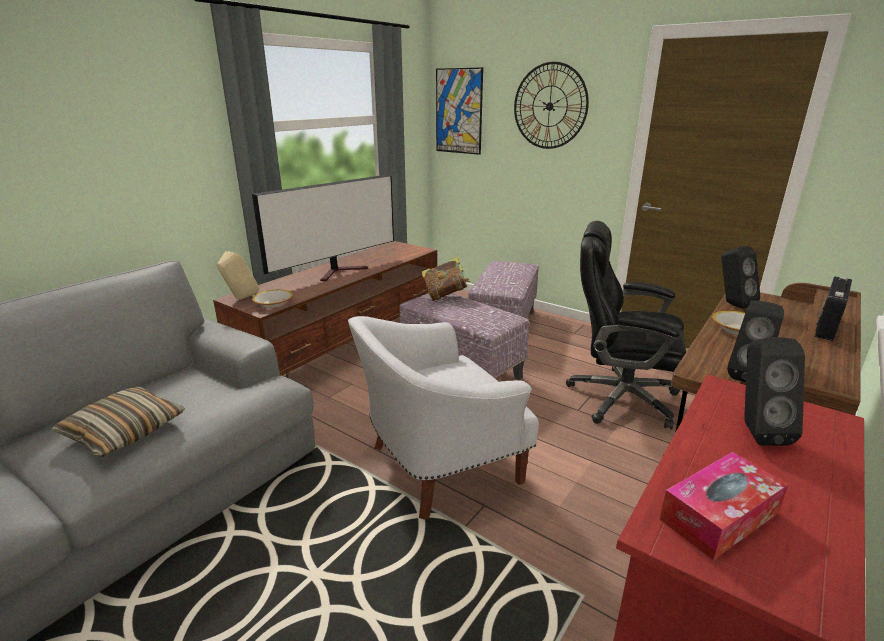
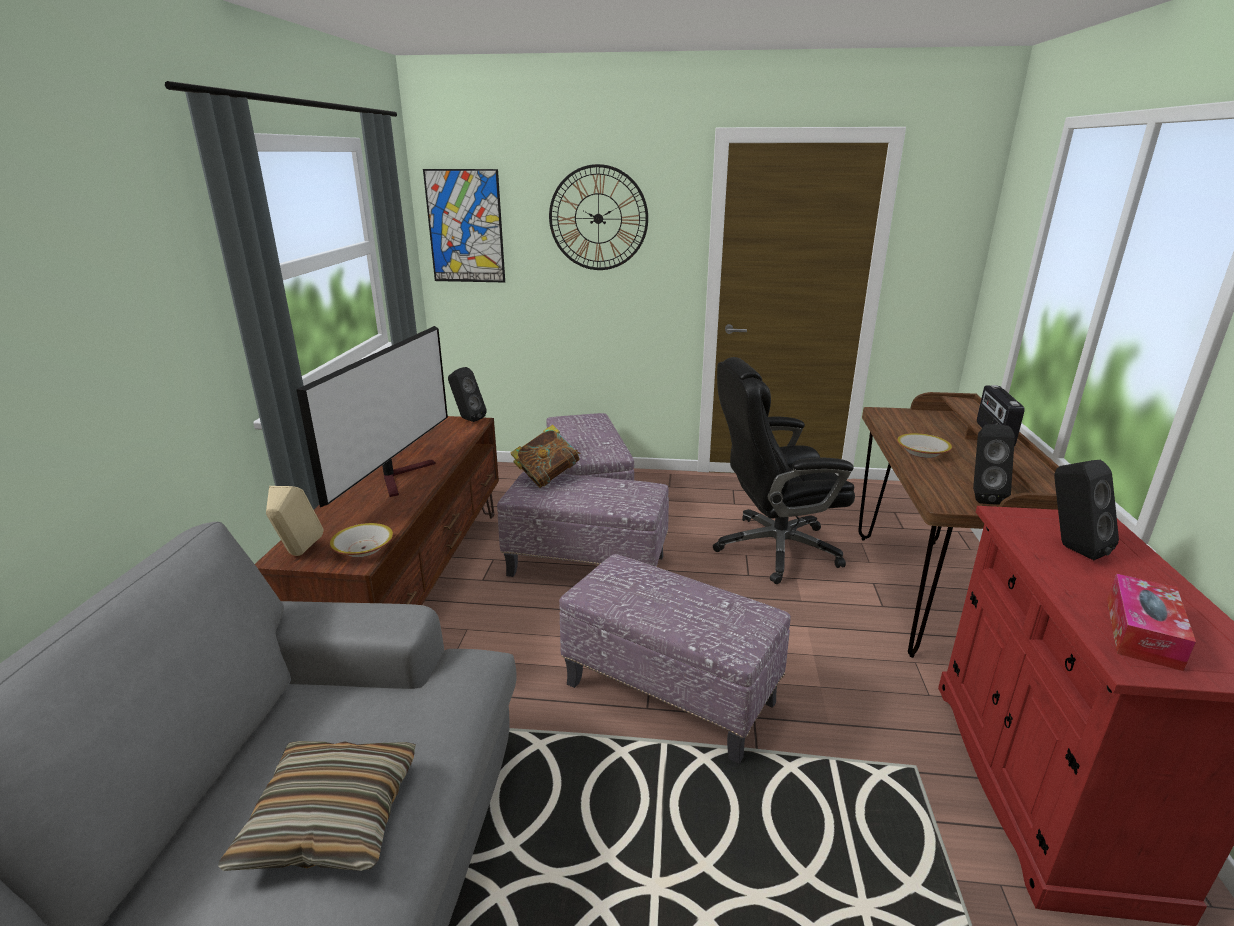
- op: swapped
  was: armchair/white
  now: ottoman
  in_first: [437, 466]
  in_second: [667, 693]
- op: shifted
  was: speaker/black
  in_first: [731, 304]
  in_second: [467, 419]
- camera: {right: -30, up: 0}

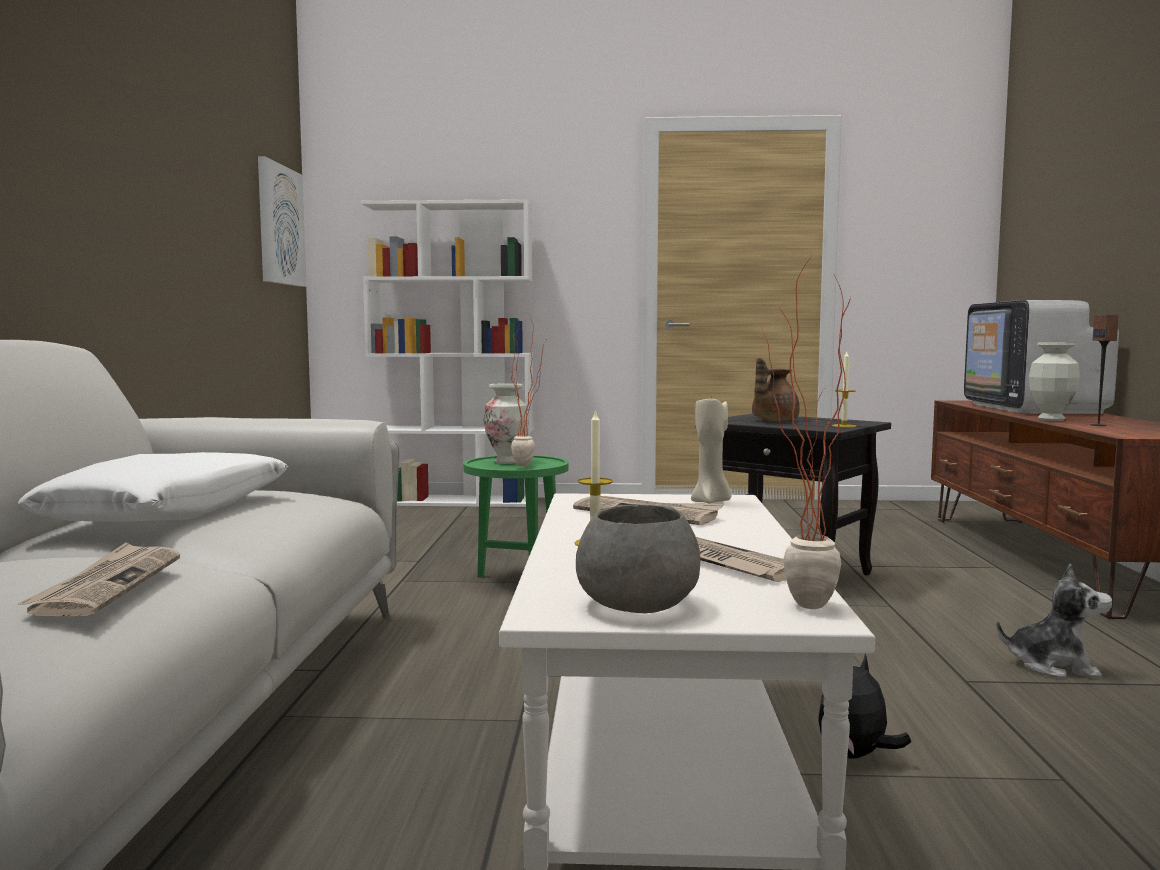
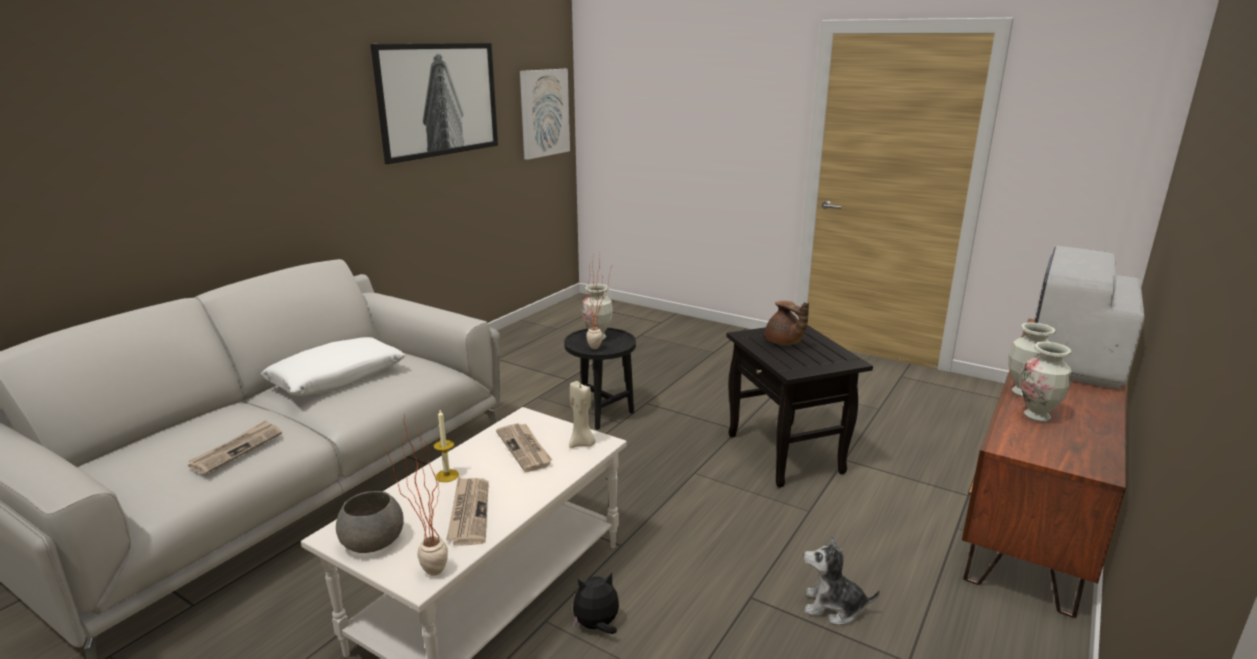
- op: gone
  was: bookcase/white
  in_first: [454, 501]
- op: repainted
  was: side table/green
  now: side table/black
  in_first: [517, 579]
  in_second: [601, 413]
- op: rotated
  was: teapot/brown
  in_first: [773, 420]
  in_second: [784, 343]
  clockwise: -105
- op: gone
  was: candle
  in_first: [844, 426]
- op: rotated
  was: plush toy
  in_first: [1053, 666]
  in_second: [833, 608]
  clockwise: 150
- op: swapped
  was: speaker
  now: vase
  in_first: [1098, 425]
  in_second: [1037, 416]
- op: new
  now: picture
  in_second: [439, 100]
- camera: {right: 30, up: 15}

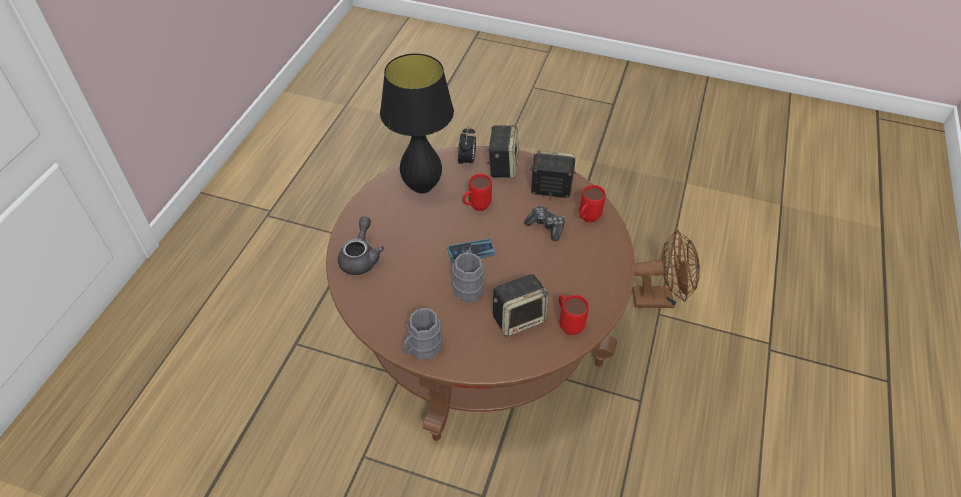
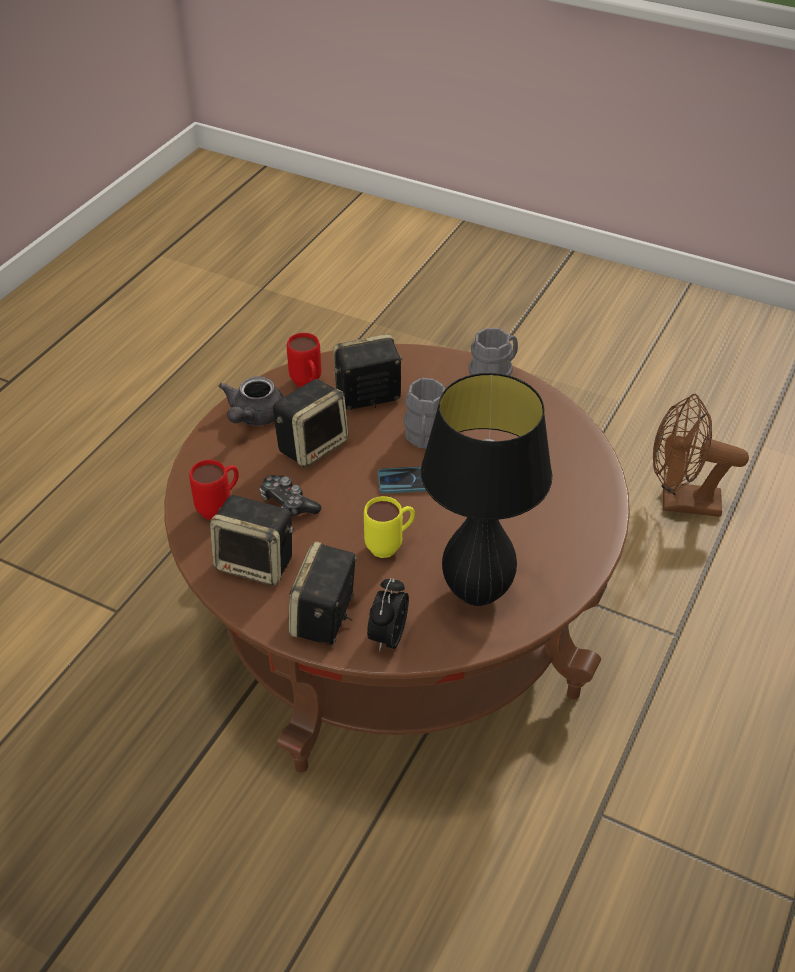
- op: shifted
  was: teapot/grey
  in_first: [361, 257]
  in_second: [253, 417]
- op: repainted
  was: mug/red
  now: mug/yellow
  in_first: [476, 207]
  in_second: [390, 546]
- op: shifted
  was: fan/brown
  in_first: [659, 298]
  in_second: [680, 502]
- op: new
  now: speaker
  in_second: [312, 445]
- camera: {right: -170, up: -5}

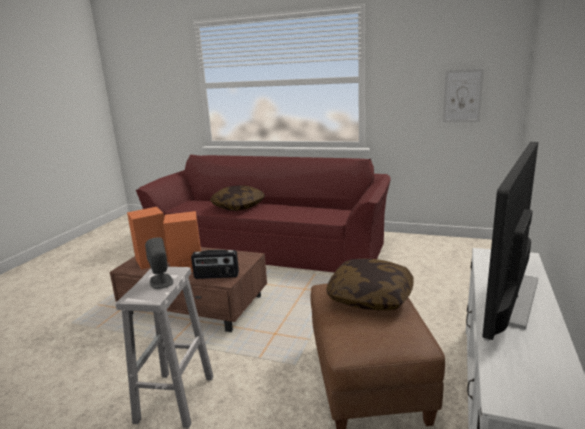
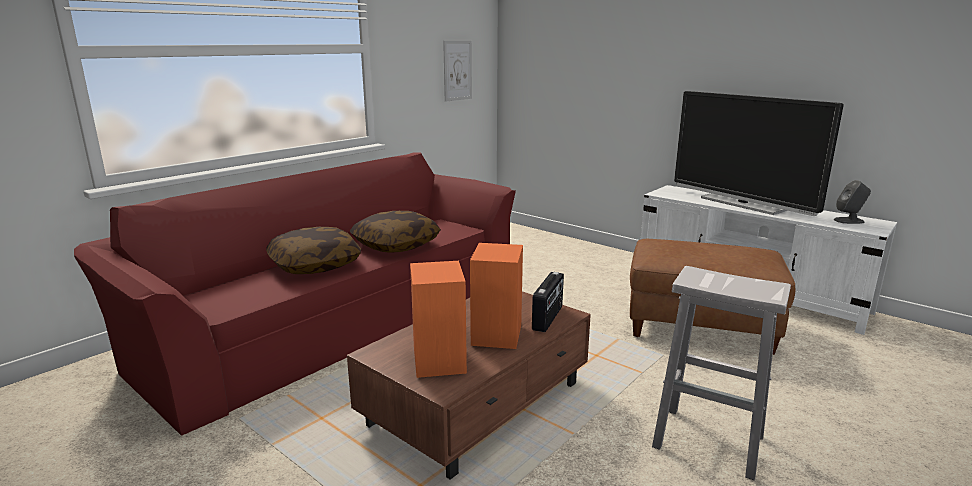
- op: shifted
  was: speaker/grey
  in_first: [161, 281]
  in_second: [849, 221]
- op: shifted
  was: pillow
  in_first: [370, 297]
  in_second: [396, 245]
- camera: {right: -70, up: 0}

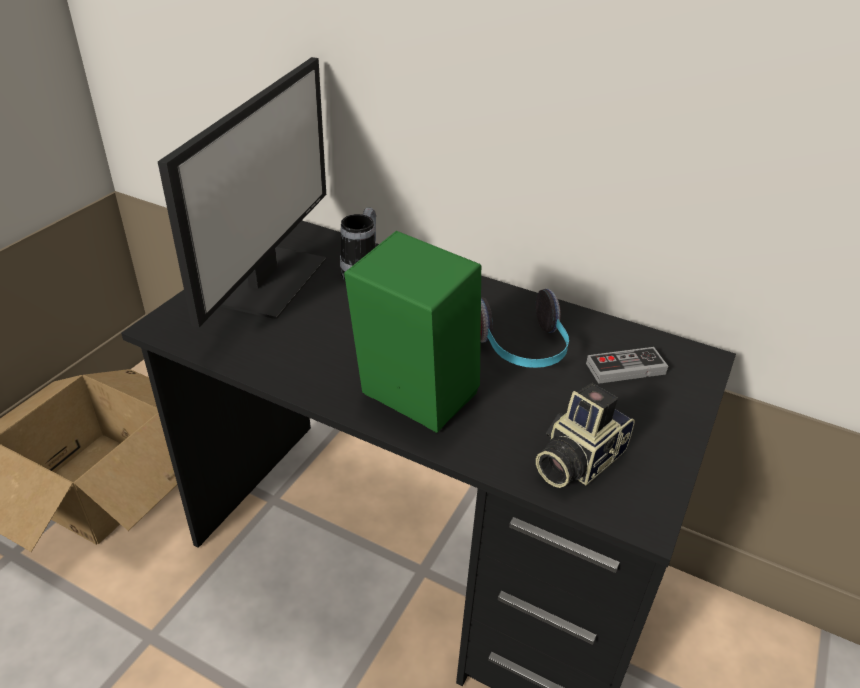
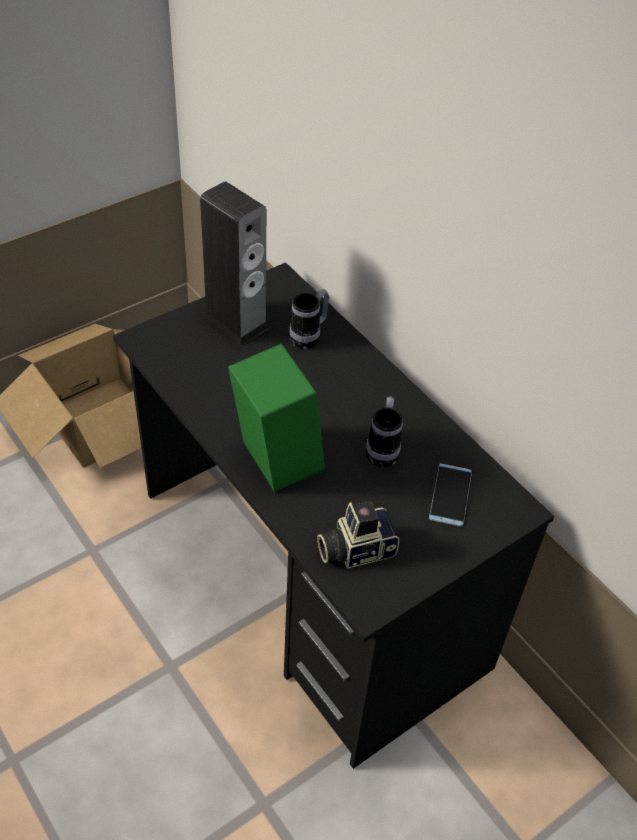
- op: swapped
  was: monitor
  now: speaker
  in_first: [269, 279]
  in_second: [235, 321]
- op: swapped
  was: headphones
  now: mug
  in_first: [522, 349]
  in_second: [383, 449]
- op: swapped
  was: game controller
  now: phone
  in_first: [625, 368]
  in_second: [450, 495]
- camera: {right: 25, up: 10}

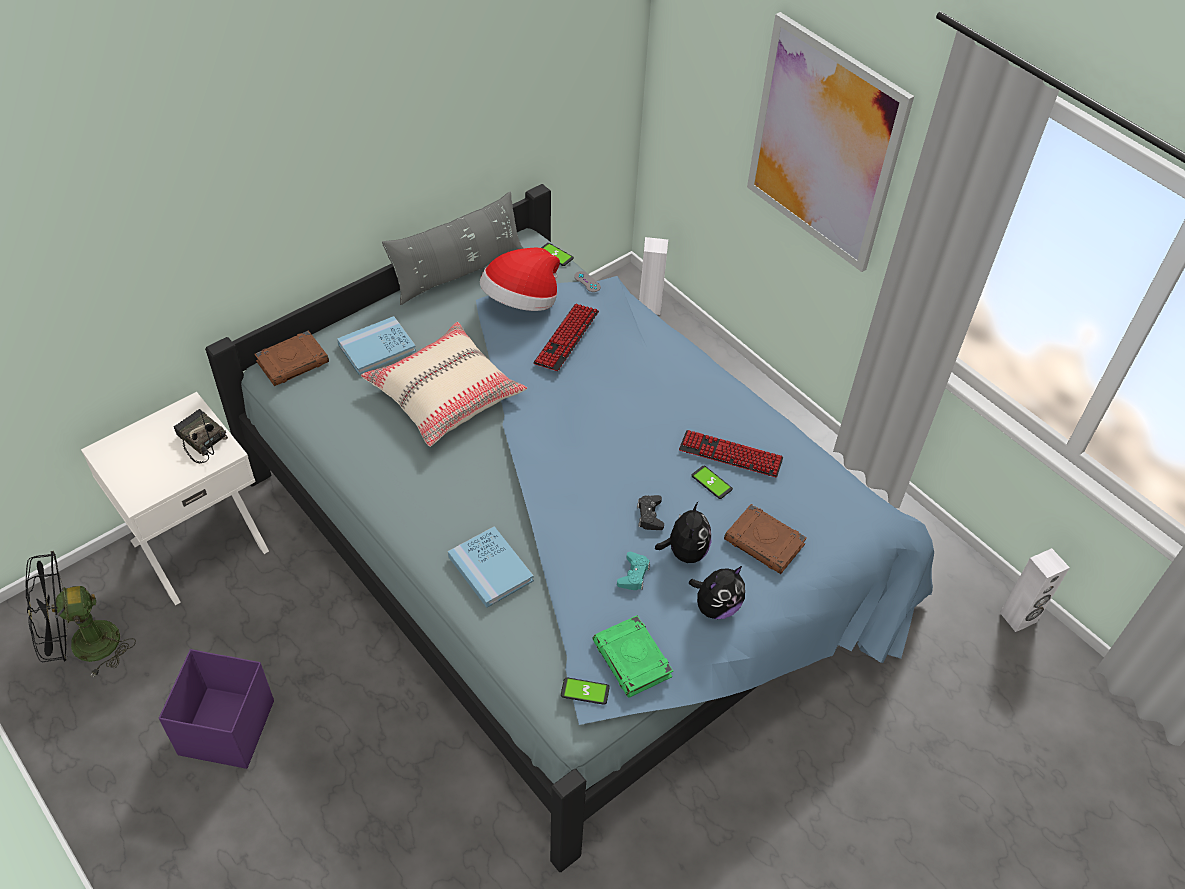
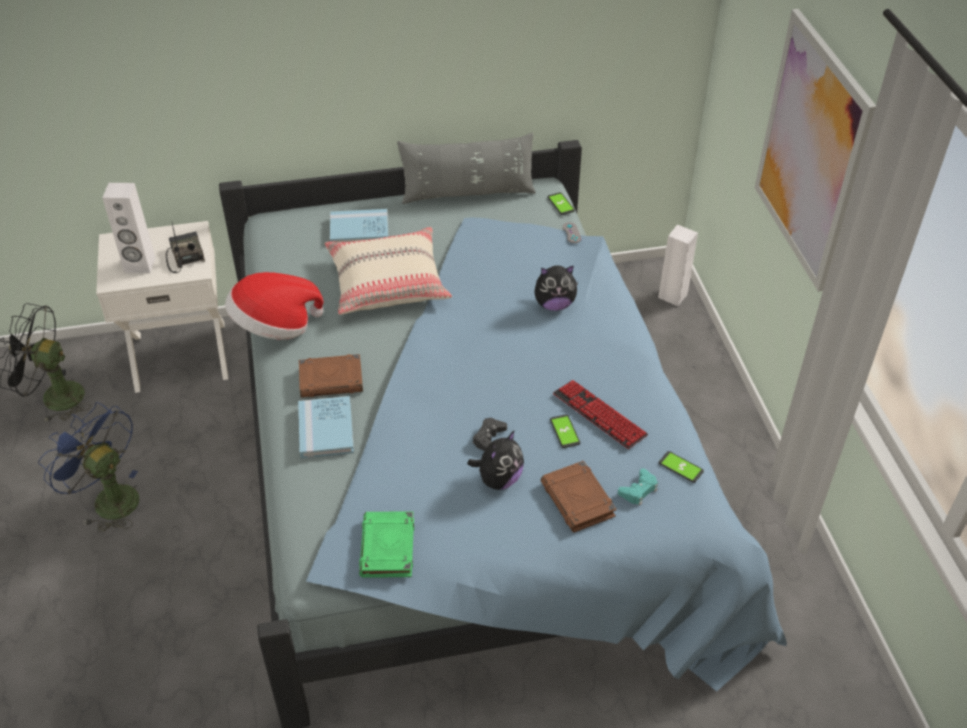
- op: swapped
  was: storage box/purple
  now: fan/blue
  in_first: [225, 729]
  in_second: [108, 498]
- op: shifted
  was: book/brown
  in_first: [293, 362]
  in_second: [332, 380]
- op: shifted
  was: hat
  in_first: [521, 302]
  in_second: [275, 326]
- op: gone
  was: keyboard
  in_first: [566, 338]
- op: shifted
  was: phone
  in_first: [585, 691]
  in_second: [680, 467]
- op: shifted
  was: game controller/turquoise
  in_first: [633, 575]
  in_second: [638, 490]
- op: shifted
  was: plush toy
  in_first: [716, 606]
  in_second: [554, 304]
- op: shifted
  was: speaker/white
  in_first: [1018, 617]
  in_second: [140, 265]
- camera: {right: 30, up: -5}

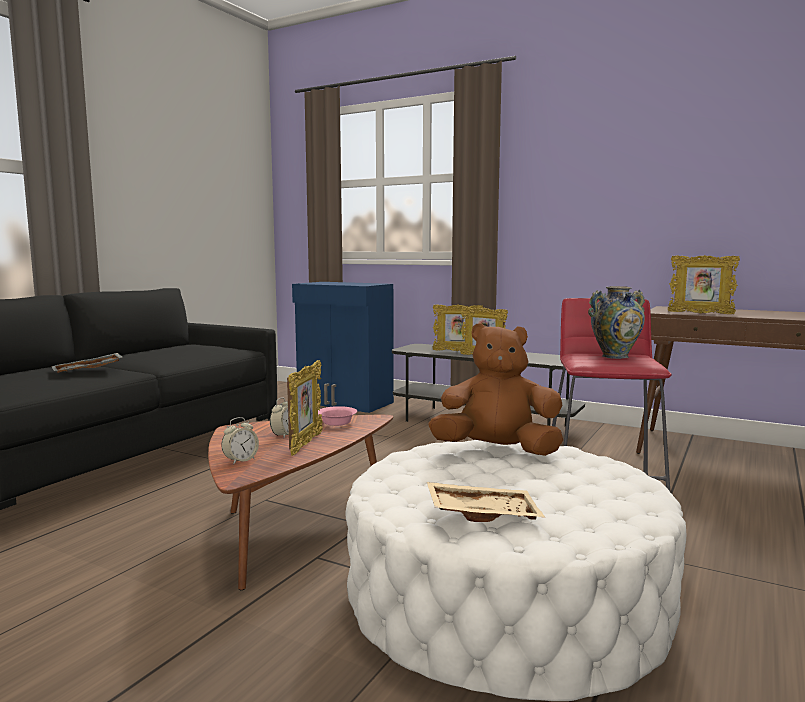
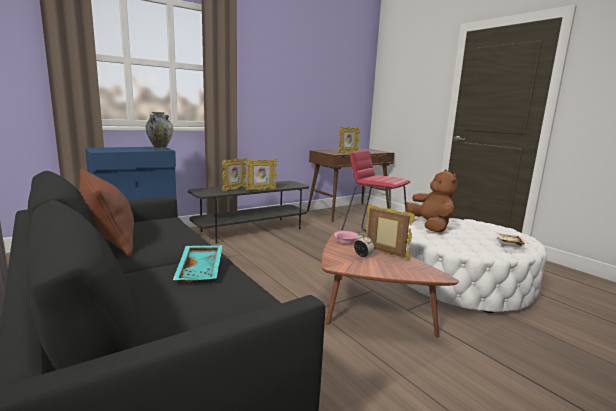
- op: repainted
  was: tray/grey
  now: tray/turquoise
  in_first: [88, 371]
  in_second: [201, 270]
- op: gone
  was: alarm clock
  in_first: [240, 460]
- op: rotated
  was: plush toy/brown
  in_first: [497, 451]
  in_second: [430, 226]
  clockwise: 135
- op: shifted
  was: vase
  in_first: [615, 356]
  in_second: [160, 148]
- op: new
  now: pillow/brown
  in_second: [108, 237]
- camera: {right: -65, up: 5}

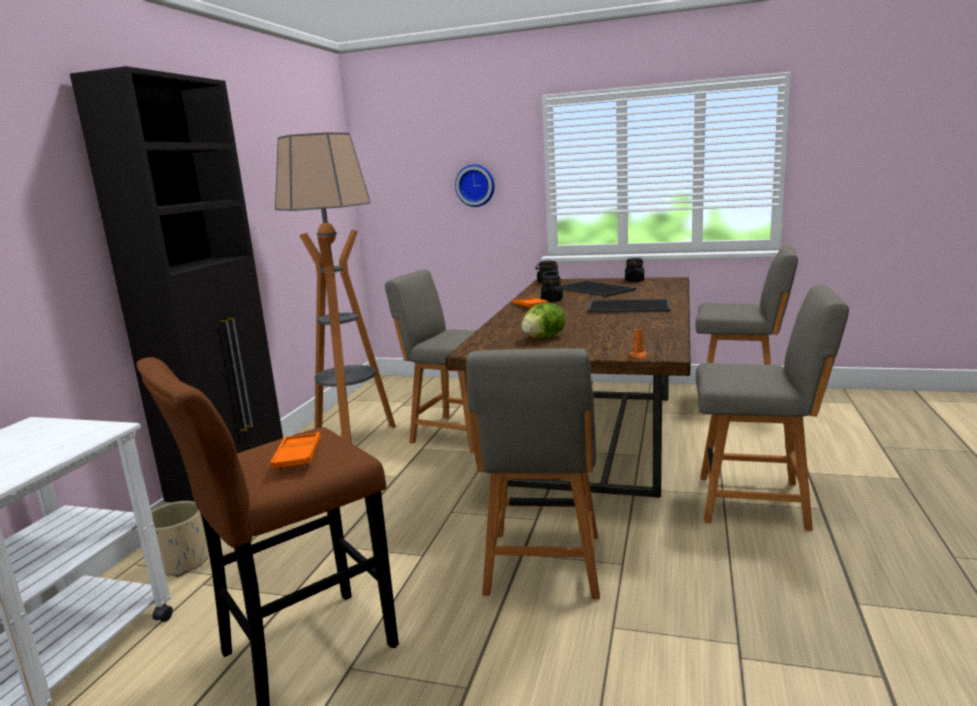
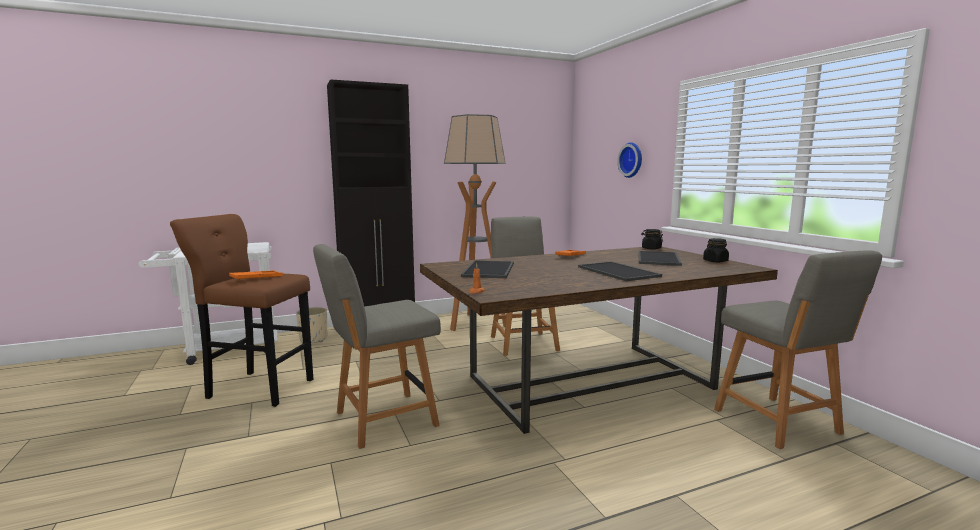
- op: swapped
  was: lettuce
  now: tray
  in_first: [543, 338]
  in_second: [490, 270]
- op: gone
  was: jar/black
  in_first: [552, 300]
- op: gone
  was: chair/grey
  in_first: [757, 502]
- camera: {right: 50, up: -5}

